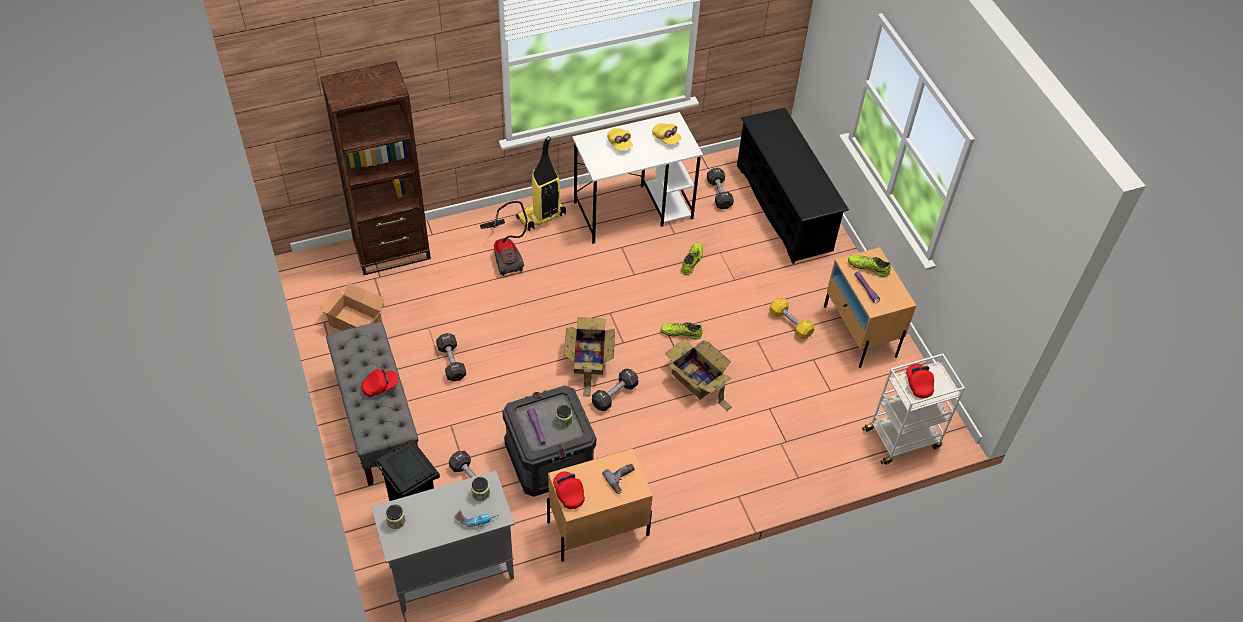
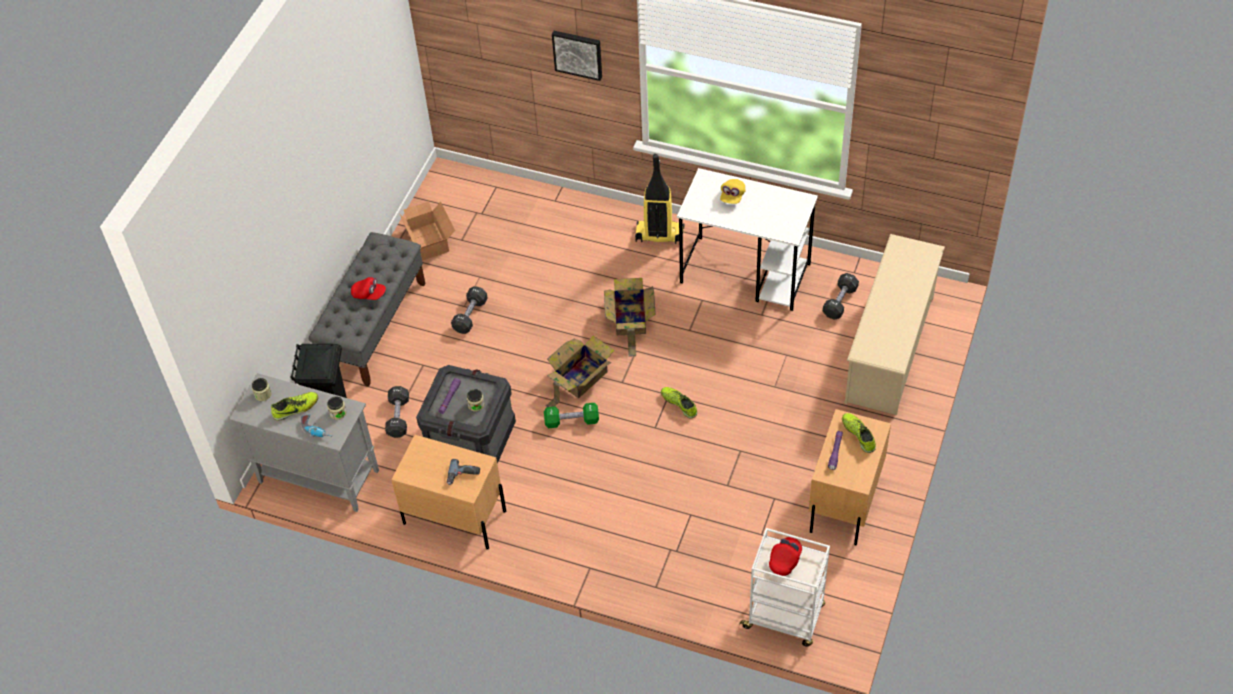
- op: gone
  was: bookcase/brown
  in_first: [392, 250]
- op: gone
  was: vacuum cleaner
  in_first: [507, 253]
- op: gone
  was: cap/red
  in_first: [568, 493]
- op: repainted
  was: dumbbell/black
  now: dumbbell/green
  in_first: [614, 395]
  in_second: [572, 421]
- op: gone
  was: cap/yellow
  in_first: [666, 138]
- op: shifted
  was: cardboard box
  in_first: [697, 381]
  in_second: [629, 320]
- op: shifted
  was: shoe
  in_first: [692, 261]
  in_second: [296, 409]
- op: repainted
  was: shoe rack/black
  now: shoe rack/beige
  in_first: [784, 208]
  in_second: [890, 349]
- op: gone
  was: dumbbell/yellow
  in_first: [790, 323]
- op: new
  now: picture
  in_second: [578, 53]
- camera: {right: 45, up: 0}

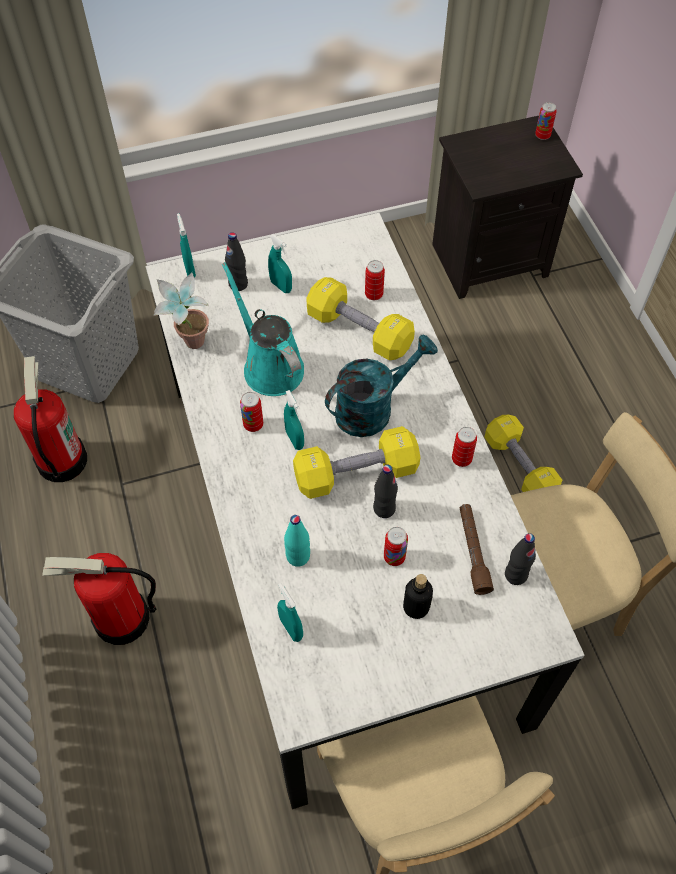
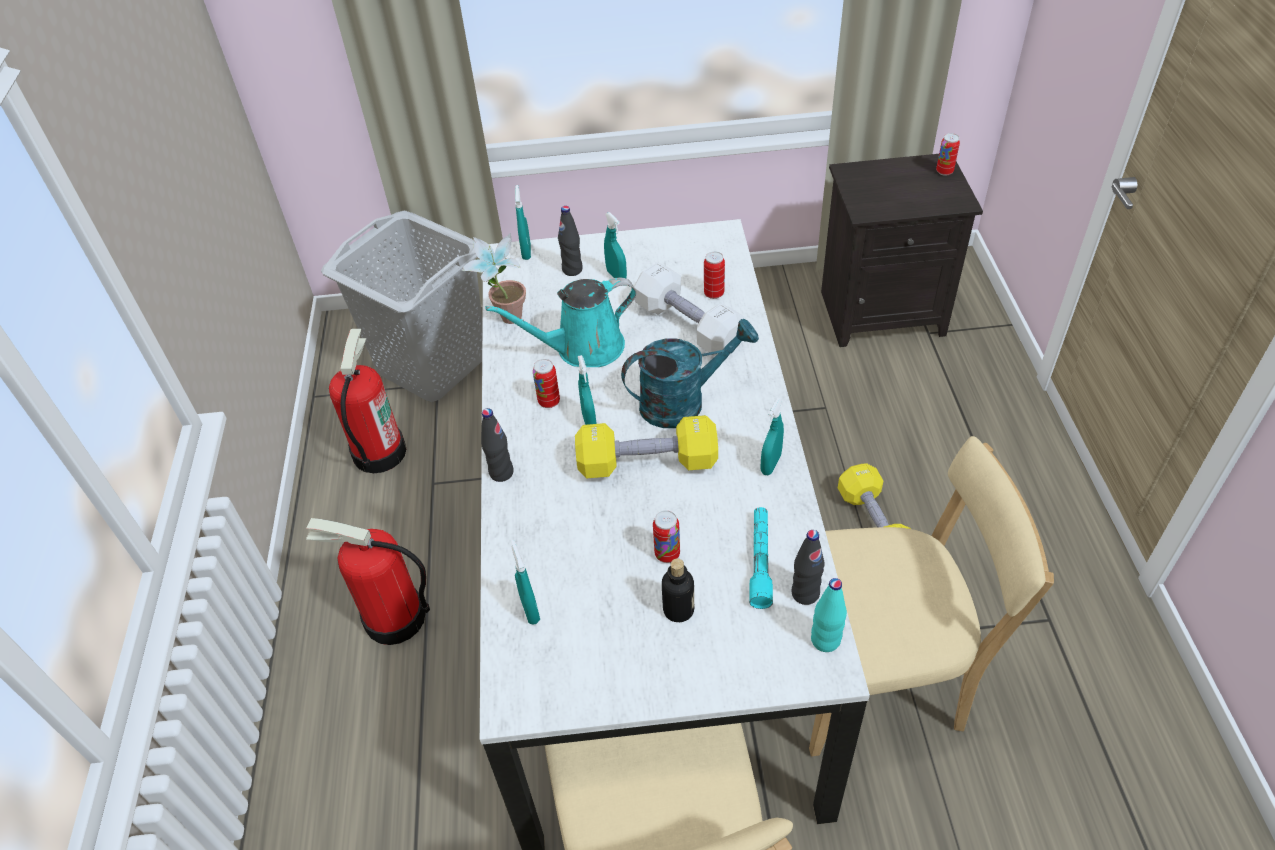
- op: rotated
  was: watering can/turquoise
  in_first: [270, 366]
  in_second: [583, 348]
  clockwise: -90
- op: shifted
  was: bottle/turquoise
  in_first: [298, 557]
  in_second: [825, 640]
- op: repainted
  was: dumbbell/yellow
  now: dumbbell/white
  in_first: [359, 331]
  in_second: [688, 326]
- op: shifted
  was: bottle/black
  in_first: [384, 509]
  in_second: [501, 472]
- op: swapped
  was: can
  now: spray bottle/turquoise
  in_first: [461, 459]
  in_second: [770, 464]
- op: repainted
  was: flashlight/brown
  now: flashlight/turquoise
  in_first: [473, 551]
  in_second: [760, 561]
- camera: {right: 15, up: -10}

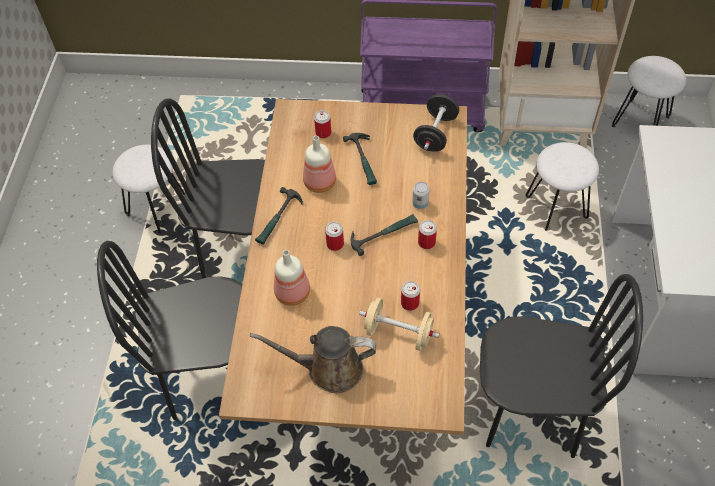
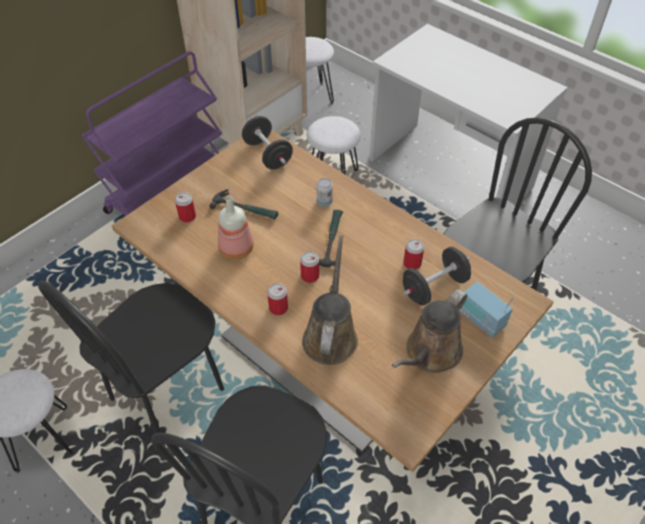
- op: gone
  was: hammer
  in_first: [278, 219]
- op: swapped
  was: bottle
  now: watering can/brown
  in_first: [291, 292]
  in_second: [330, 335]
- op: repainted
  was: dumbbell/beige
  now: dumbbell/black
  in_first: [398, 333]
  in_second: [434, 287]
- op: shifted
  was: can
  in_first: [426, 242]
  in_second: [278, 308]
- op: new
  now: radio
  in_second: [481, 319]
- camera: {right: -55, up: -5}

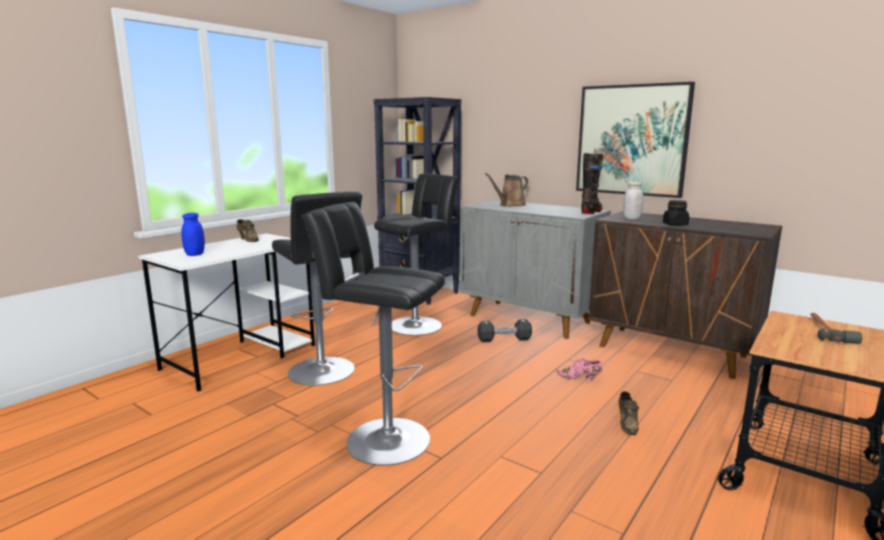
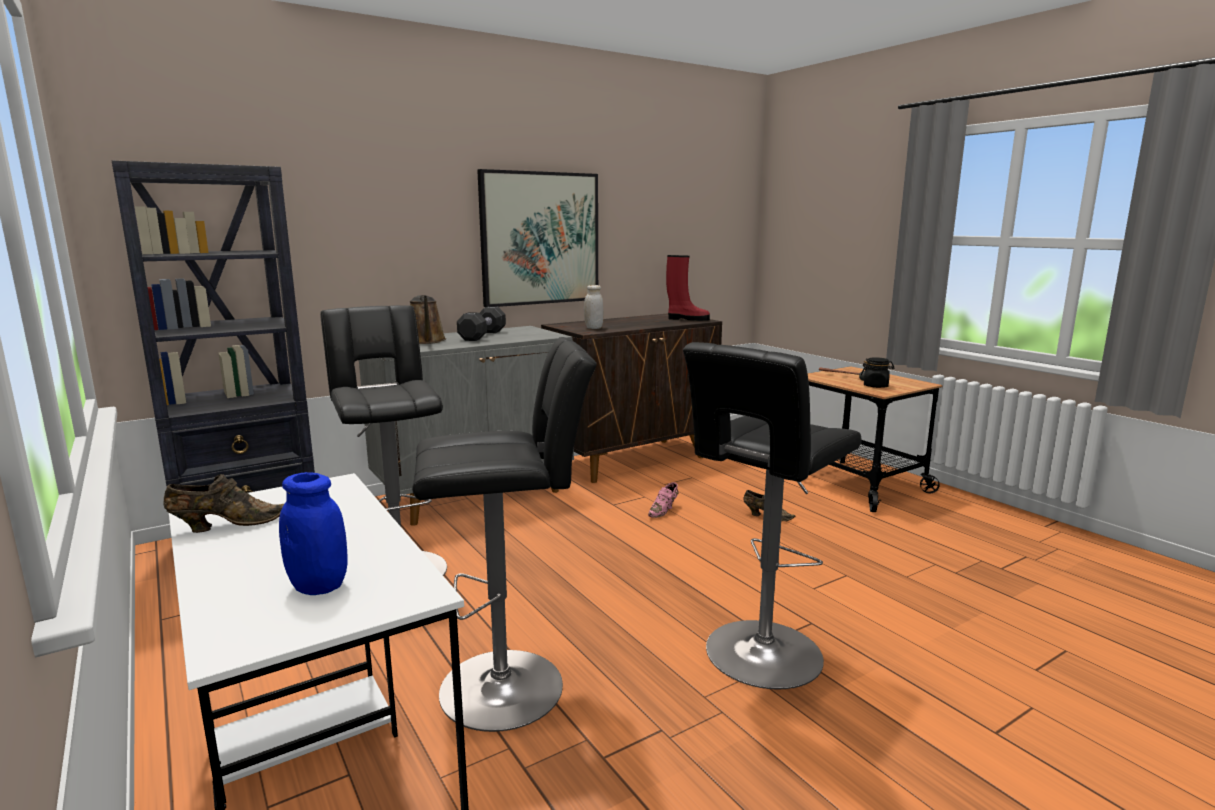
- op: shifted
  was: dumbbell/black
  in_first: [504, 339]
  in_second: [482, 336]
- op: gone
  was: boot/black
  in_first: [591, 212]
- op: shifted
  was: jar/black
  in_first: [675, 224]
  in_second: [875, 386]
- op: new
  now: boot/red
  in_second: [687, 319]
- camera: {right: -70, up: 0}

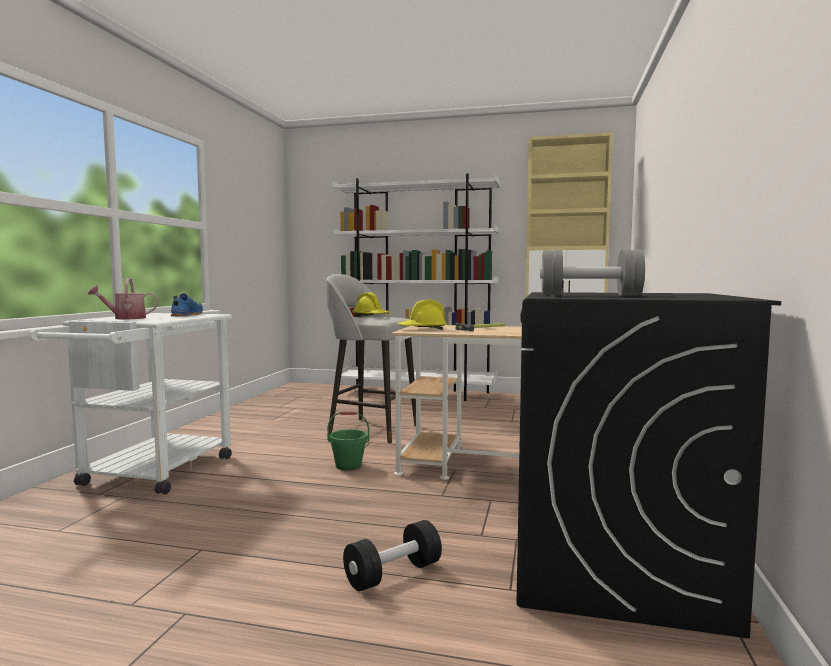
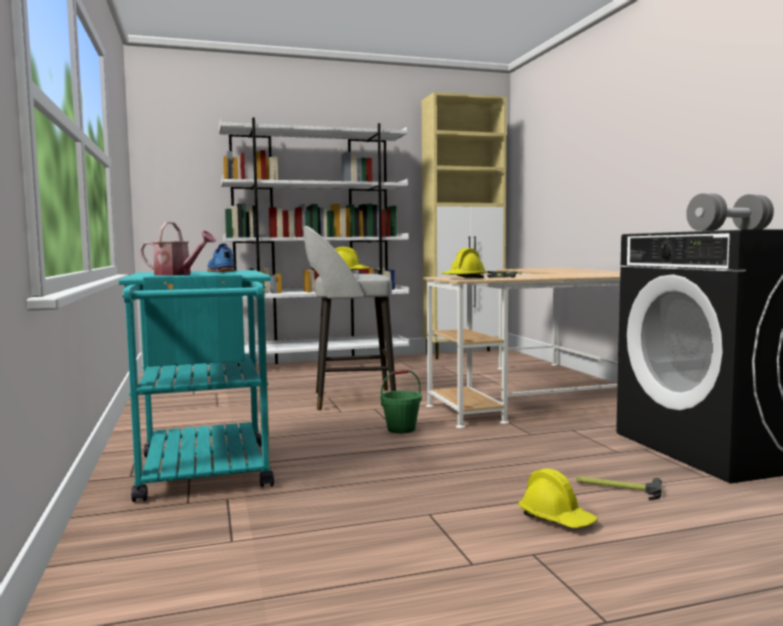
- op: repainted
  was: cart/white
  now: cart/turquoise
  in_first: [150, 475]
  in_second: [205, 475]
- op: rotated
  was: watering can
  in_first: [125, 318]
  in_second: [177, 274]
  clockwise: -120
- op: swapped
  was: dumbbell/black
  now: hammer
  in_first: [393, 574]
  in_second: [618, 488]
- op: new
  now: hard hat/yellow
  in_second: [557, 519]
- camera: {right: -30, up: 0}

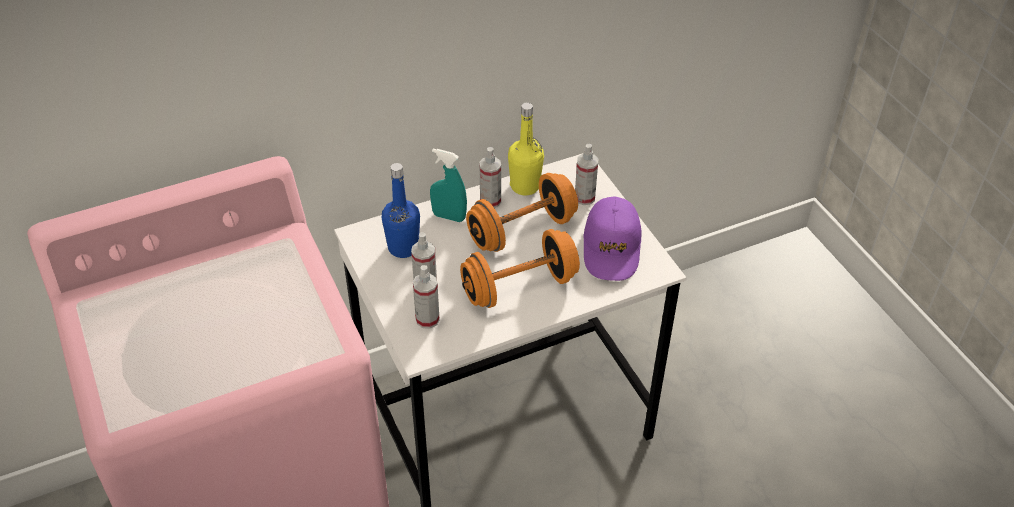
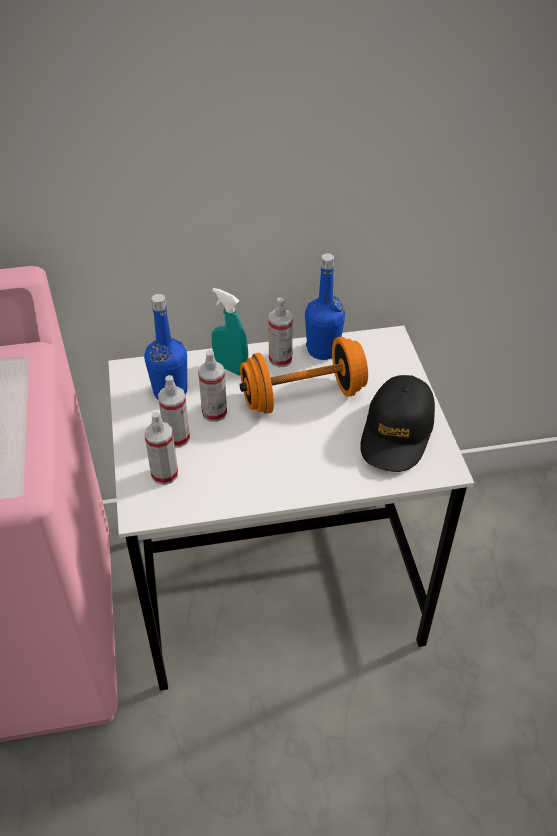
- op: gone
  was: dumbbell/orange
  in_first: [519, 287]
- op: repainted
  was: bottle/yellow
  now: bottle/blue
  in_first: [525, 186]
  in_second: [323, 350]
- op: shifted
  was: spray bottle
  in_first: [584, 197]
  in_second: [214, 413]
- op: repainted
  was: cap/purple
  now: cap/black
  in_first: [612, 247]
  in_second: [397, 432]
- camera: {right: 15, up: 0}

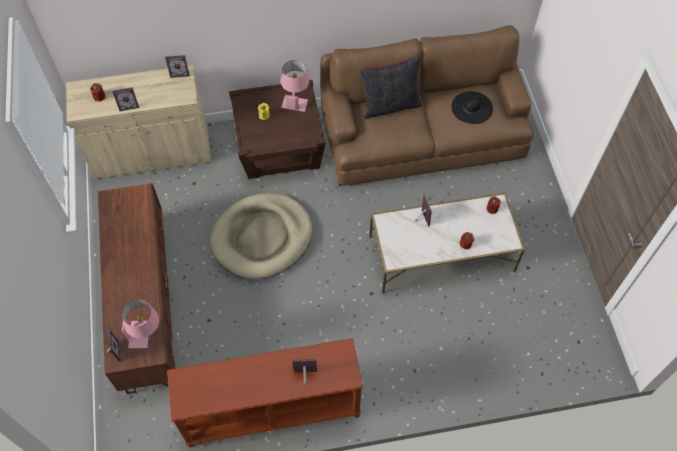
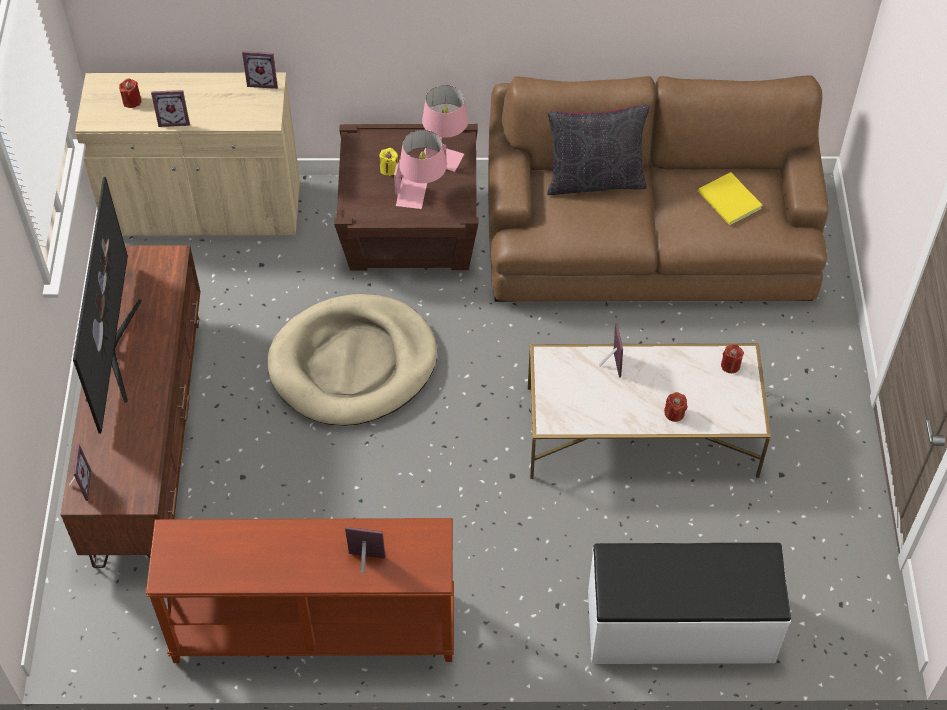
- op: shifted
  was: table lamp/pink
  in_first: [145, 334]
  in_second: [421, 193]
- op: swapped
  was: hat/black
  now: book/yellow
  in_first: [472, 108]
  in_second: [729, 202]
- op: new
  now: television
  in_second: [113, 350]
- op: new
  now: bench/white
  in_second: [680, 628]
- camera: {right: 10, up: -5}

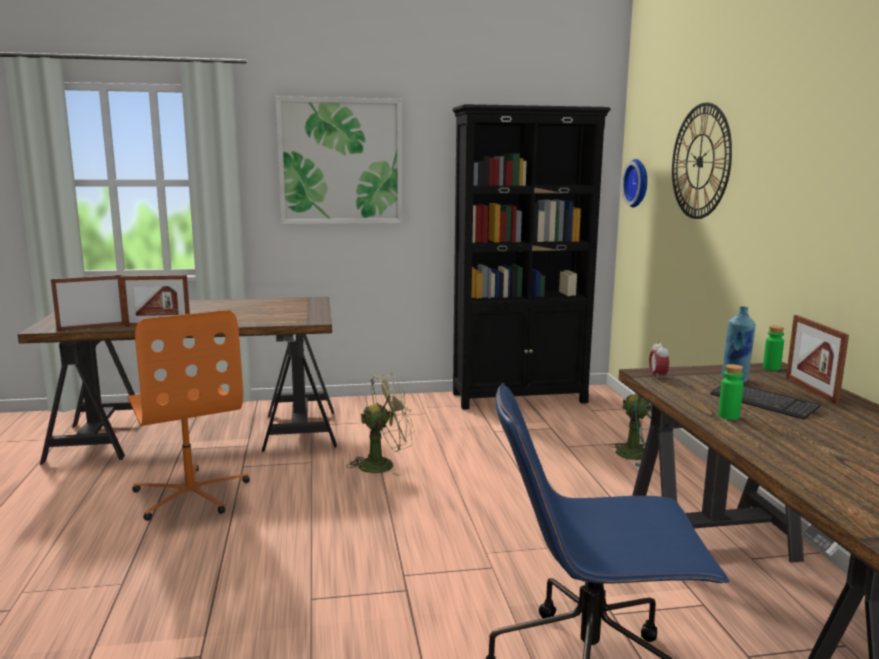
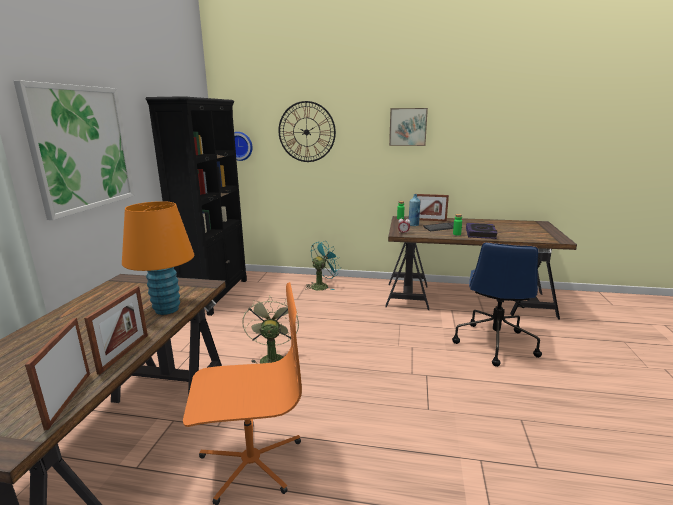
- op: new
  now: table lamp/orange
  in_second: [167, 309]
- op: new
  now: picture
  in_second: [408, 127]
- op: new
  now: book
  in_second: [480, 233]
- camera: {right: -70, up: 5}

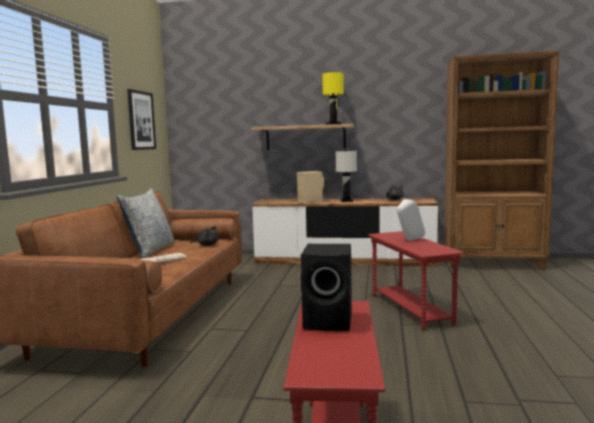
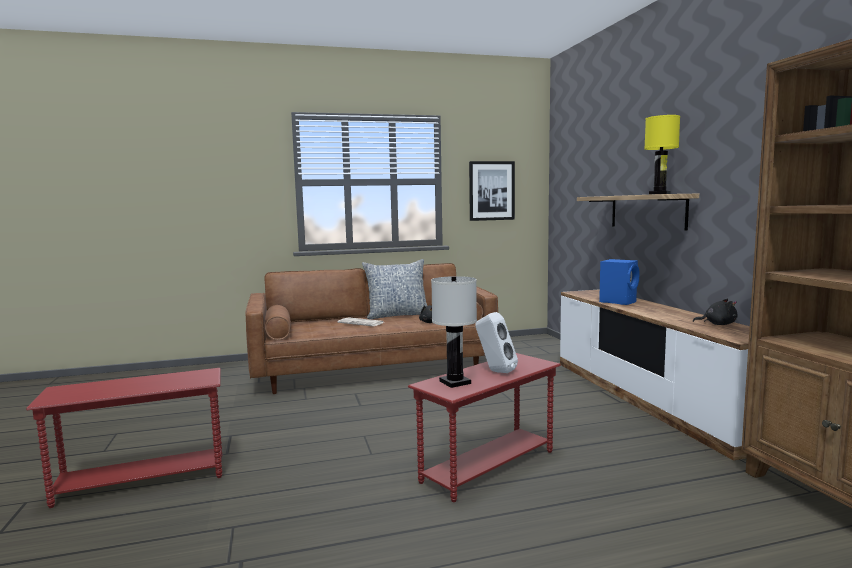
- op: repainted
  was: speaker/beige
  now: speaker/blue
  in_first: [310, 201]
  in_second: [618, 301]
- op: gone
  was: speaker/black
  in_first: [330, 321]
- op: shifted
  was: table lamp/white
  in_first: [346, 201]
  in_second: [455, 382]
- camera: {right: 65, up: 0}

